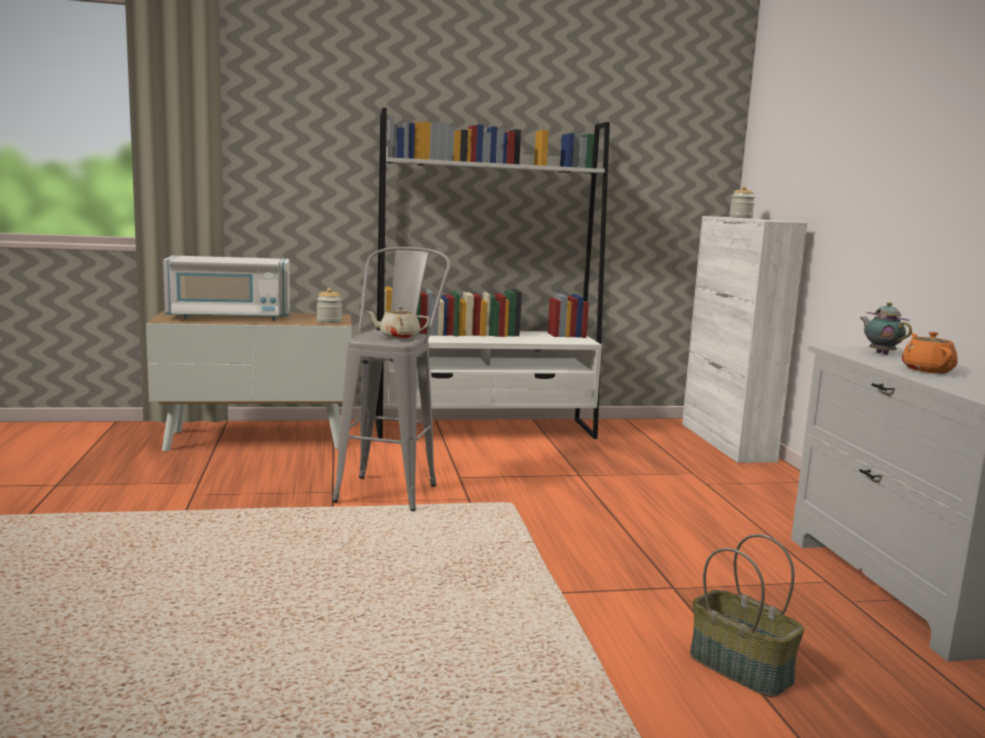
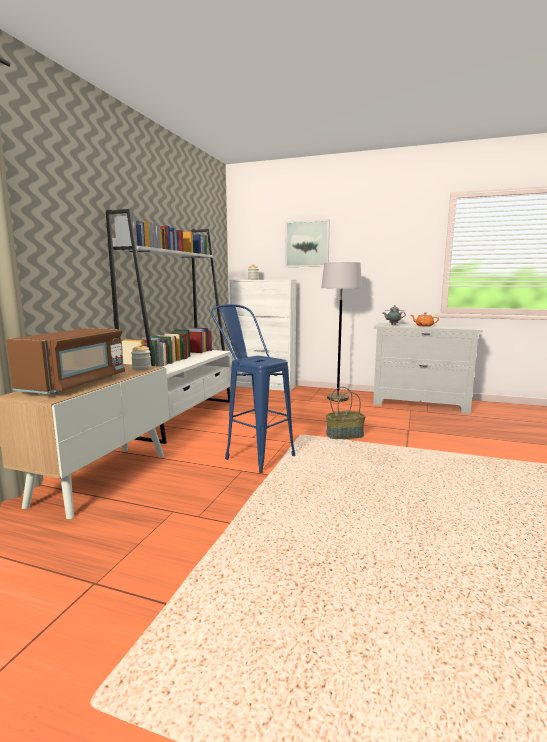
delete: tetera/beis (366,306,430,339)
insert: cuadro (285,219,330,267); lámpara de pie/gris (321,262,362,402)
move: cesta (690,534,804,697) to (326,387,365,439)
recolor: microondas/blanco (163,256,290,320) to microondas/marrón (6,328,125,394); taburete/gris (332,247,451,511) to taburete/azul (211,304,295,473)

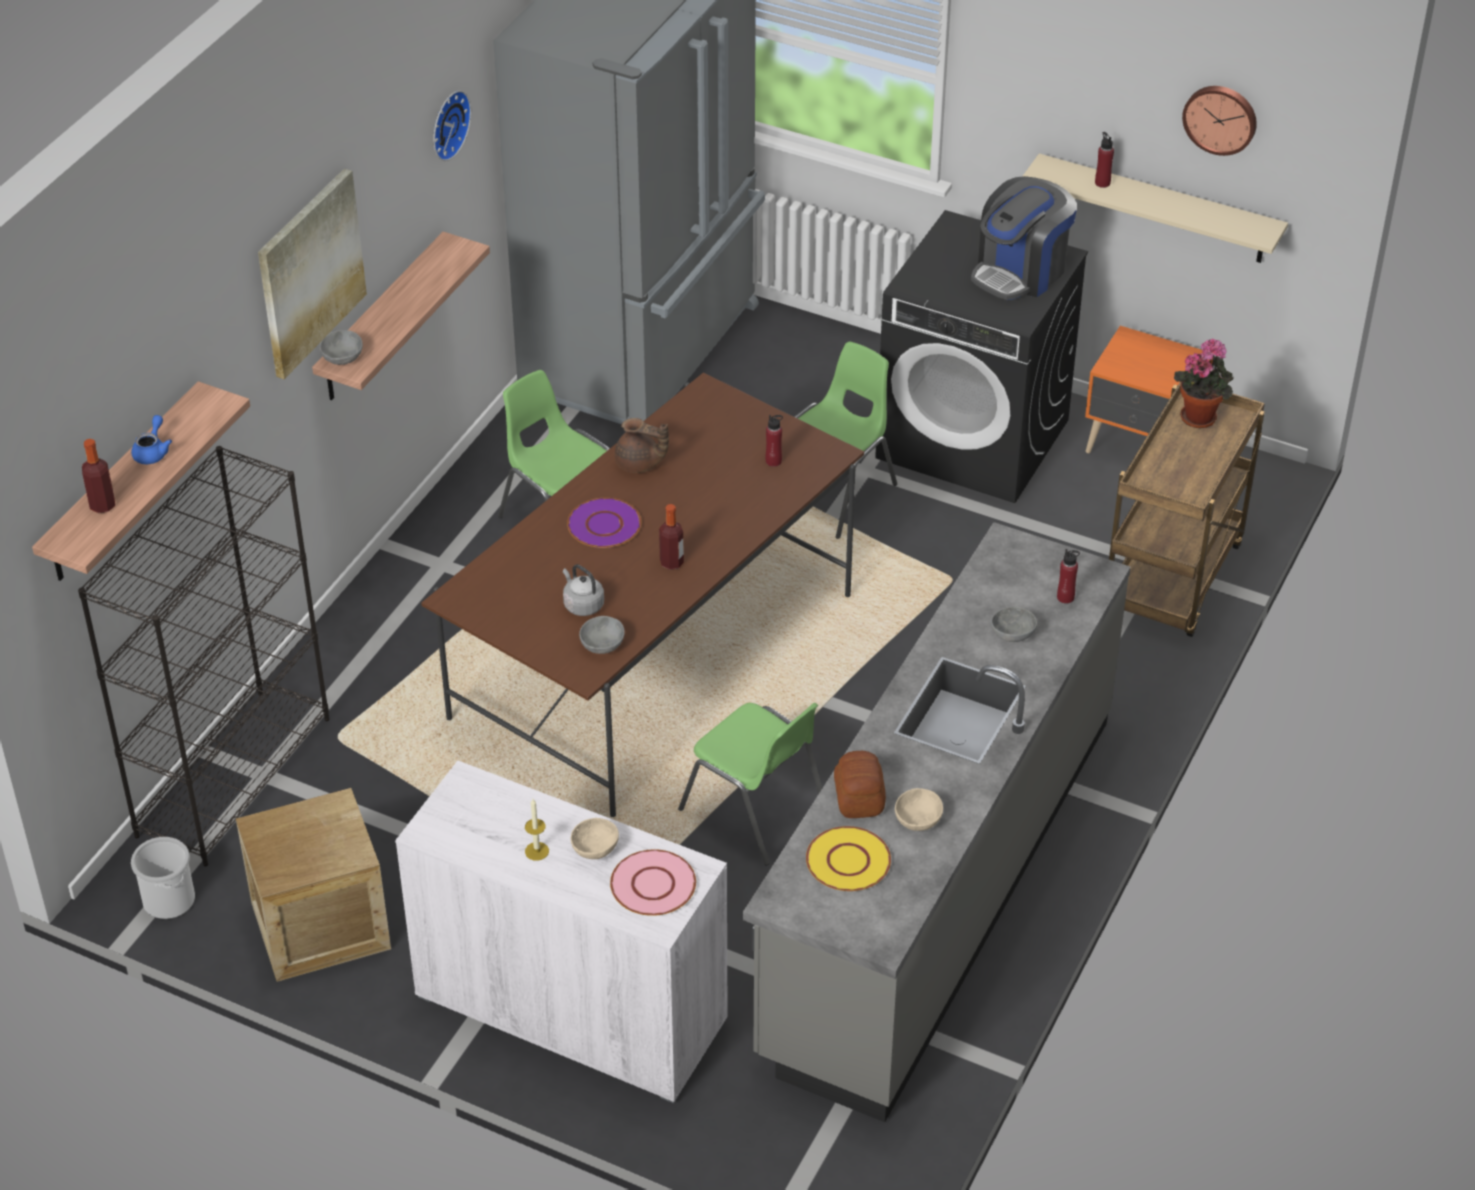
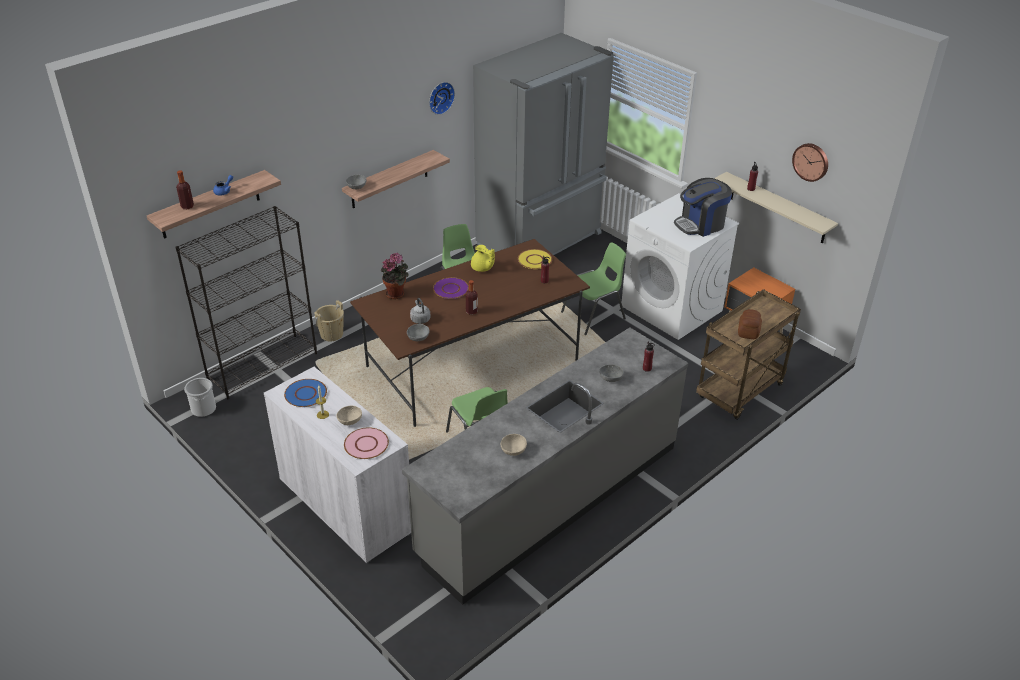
delete: caja de embalaje (236,788,391,982); cuadro (258,169,367,379)
insert: plato/azul (284,379,327,407); cubo/beis (314,300,344,341)
move: plato/amarillo (806,826,891,891) to (518,249,552,269); pan (834,751,886,818) to (738,309,762,339); planta en maceta (1174,338,1234,428) to (381,253,409,299)
recolor: tetera/marrón (615,418,669,473) to tetera/amarillo (471,245,495,272); lavadora/negro (875,210,1088,503) to lavadora/blanco (621,193,739,340)

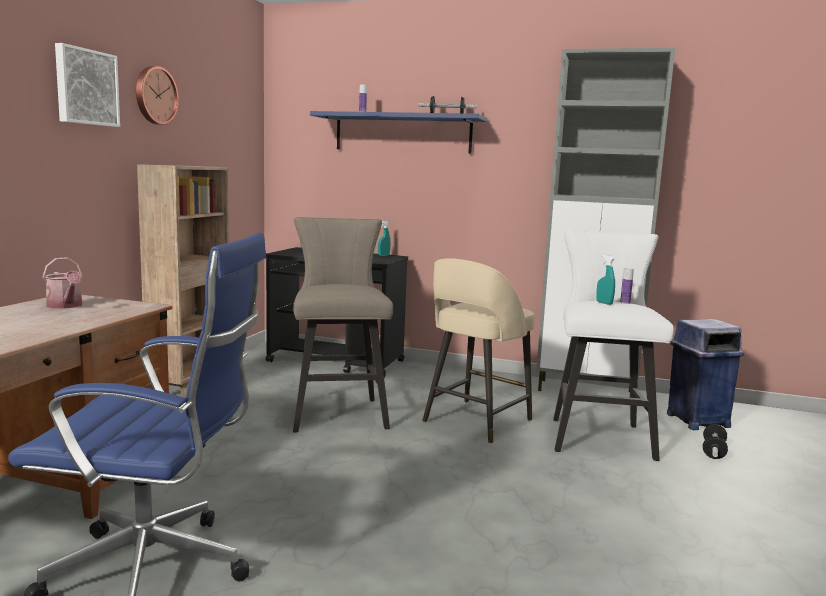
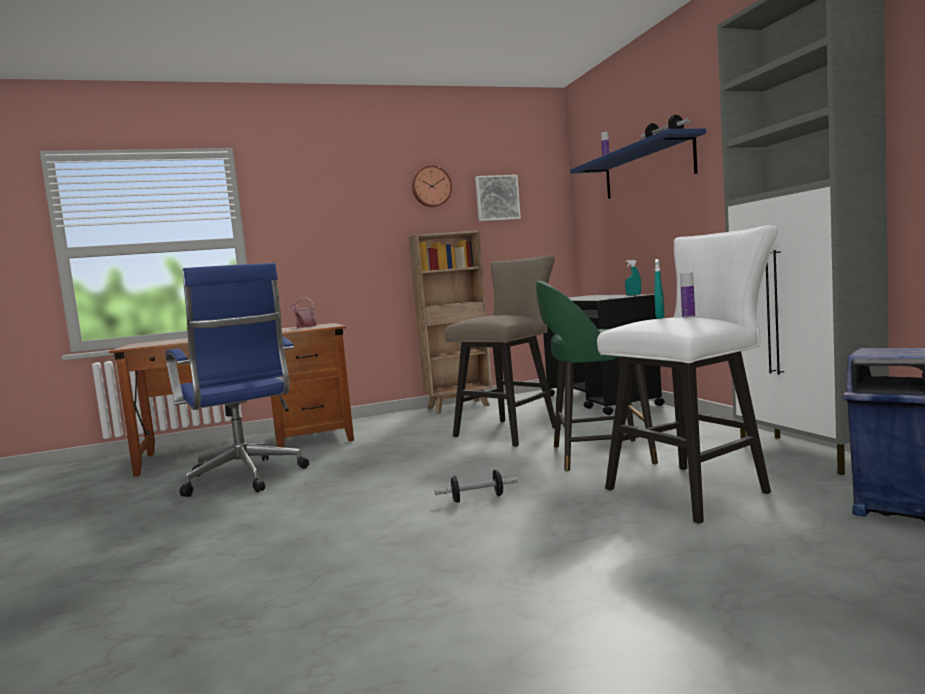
move: cuadro (55,43,120,127) to (475,175,521,221); mancuerna (703,424,728,459) to (435,470,518,503)
recolor: taburete/beis (422,258,535,444) to taburete/verde (536,281,658,471)

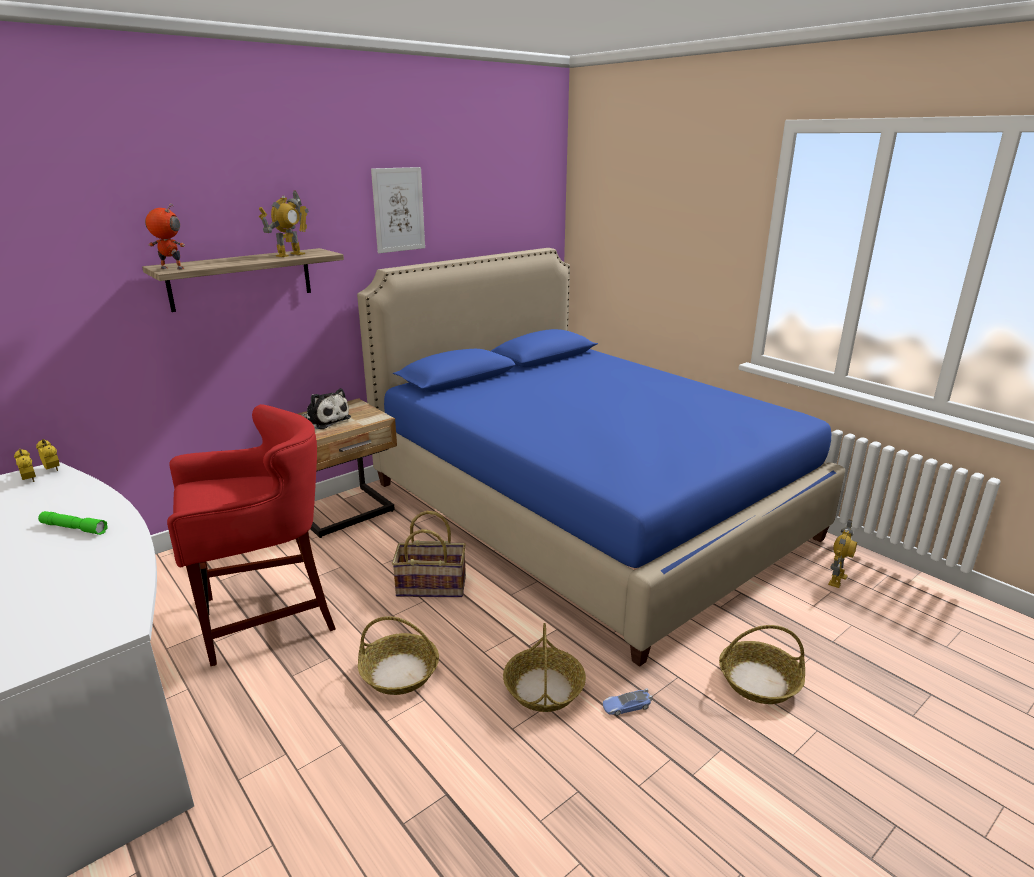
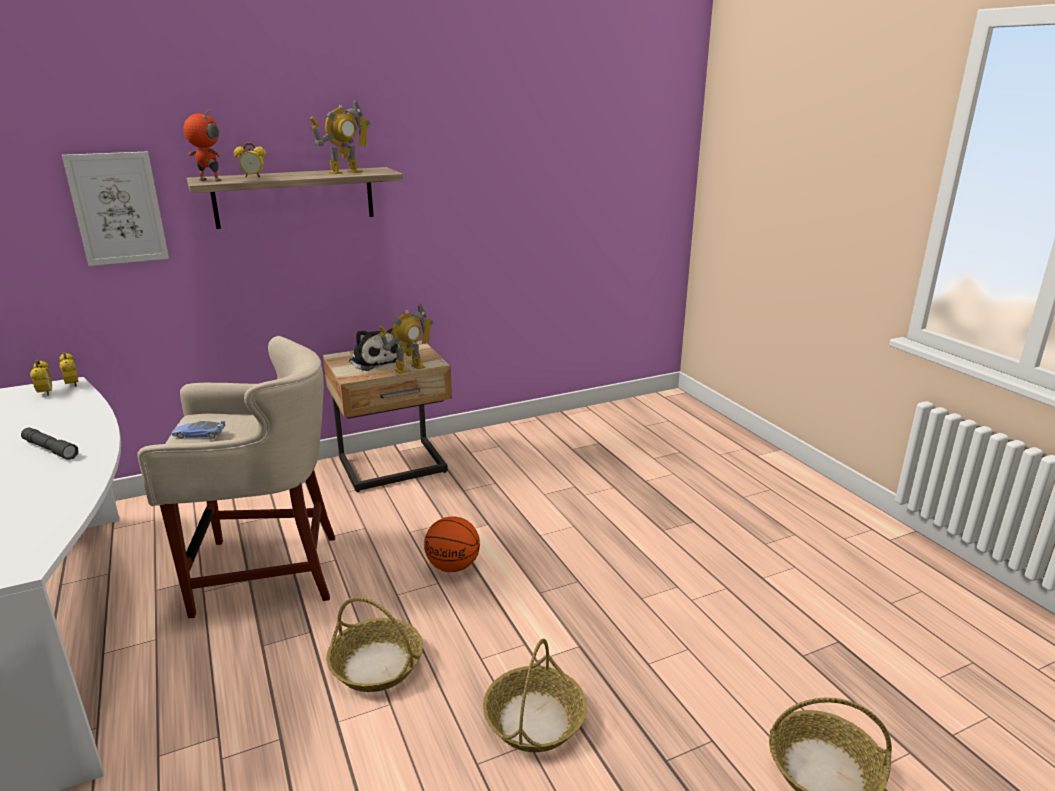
delete: cama/azul (357,248,845,667)
insert: despertador (234,142,266,177)
move: cuadro (371,167,425,253) to (62,151,169,266); coche de juguete (603,688,652,716) to (171,421,226,439); robot de juguete (828,519,857,588) to (378,304,434,374)
replace: cesta (392,511,466,597) to balón de baloncesto (424,517,480,572)
recolor: linterna/verde (38,511,108,535) to linterna/gris (21,428,79,460); taburete/rojo (167,404,336,666) to taburete/beis (137,336,335,618)

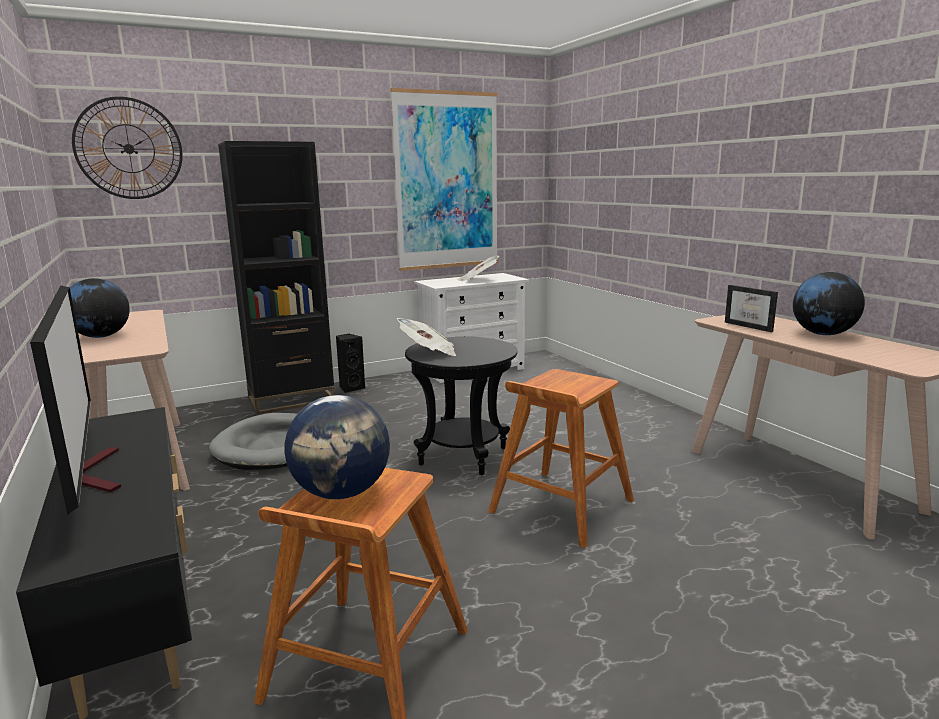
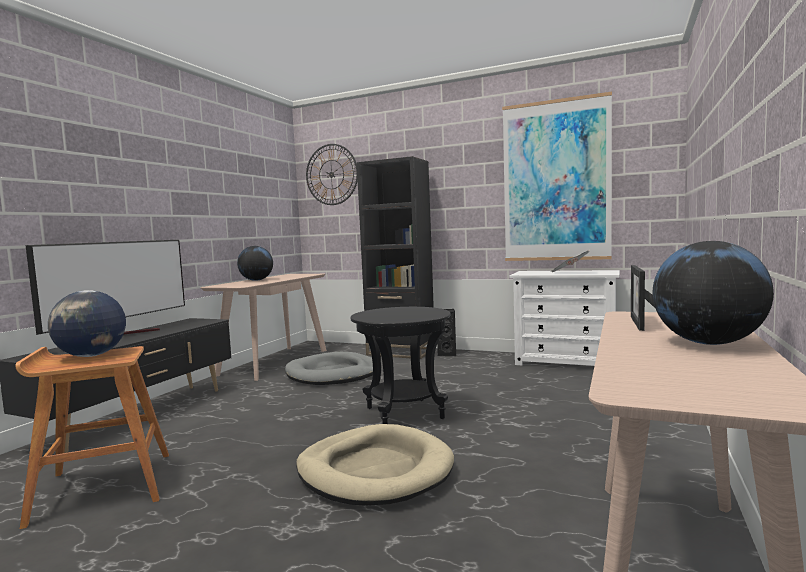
delete: periódico (397,318,456,356)
replace: taburete/marrón (488,369,634,548) to cama para perro/beis (296,424,454,506)

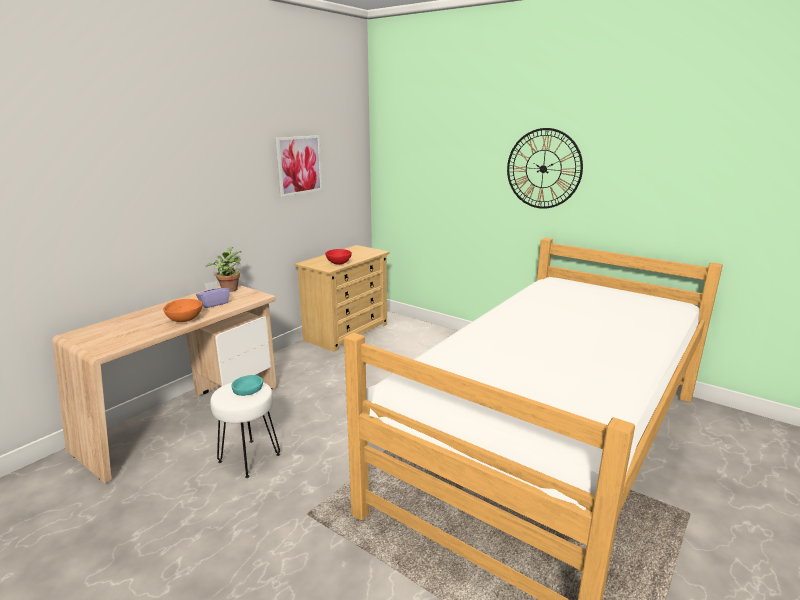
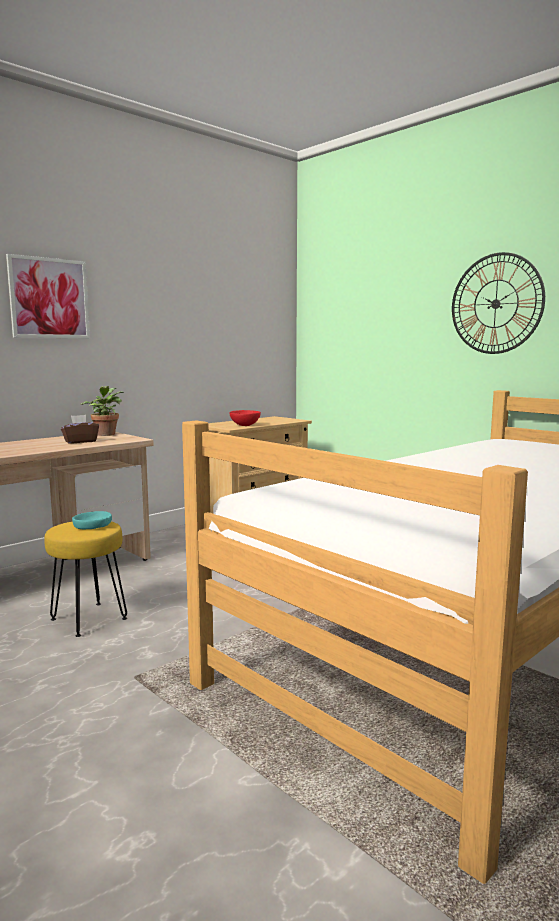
delete: cuenco/naranja (163,299,203,322)
move: cuadro (275,135,322,197) to (6,254,90,338)
recolor: caja de pañuelos/morado (196,281,230,308) to caja de pañuelos/marrón (61,415,99,444); taburete/blanco (210,382,280,478) to taburete/amarillo (44,521,127,637)

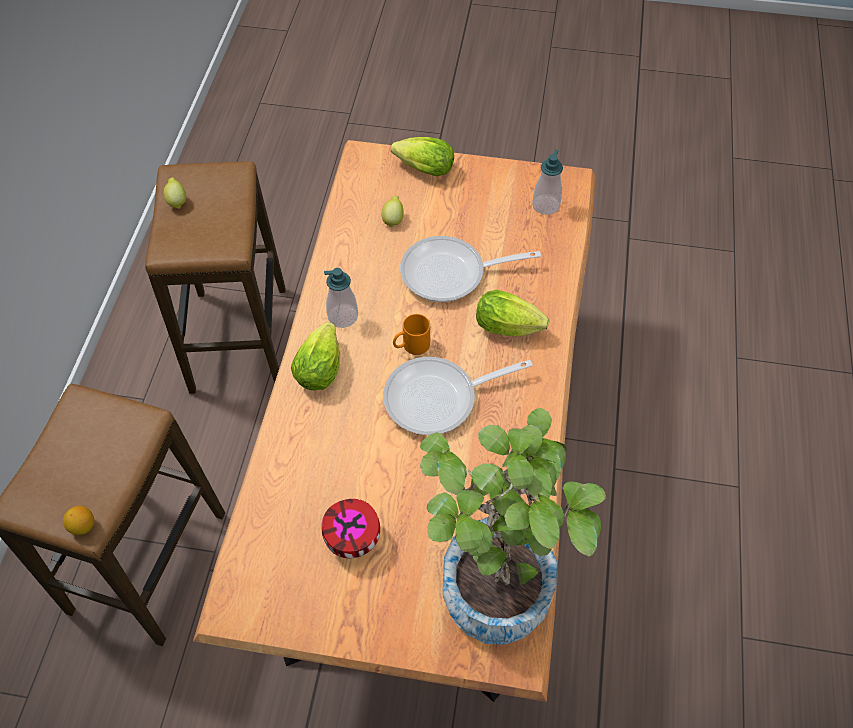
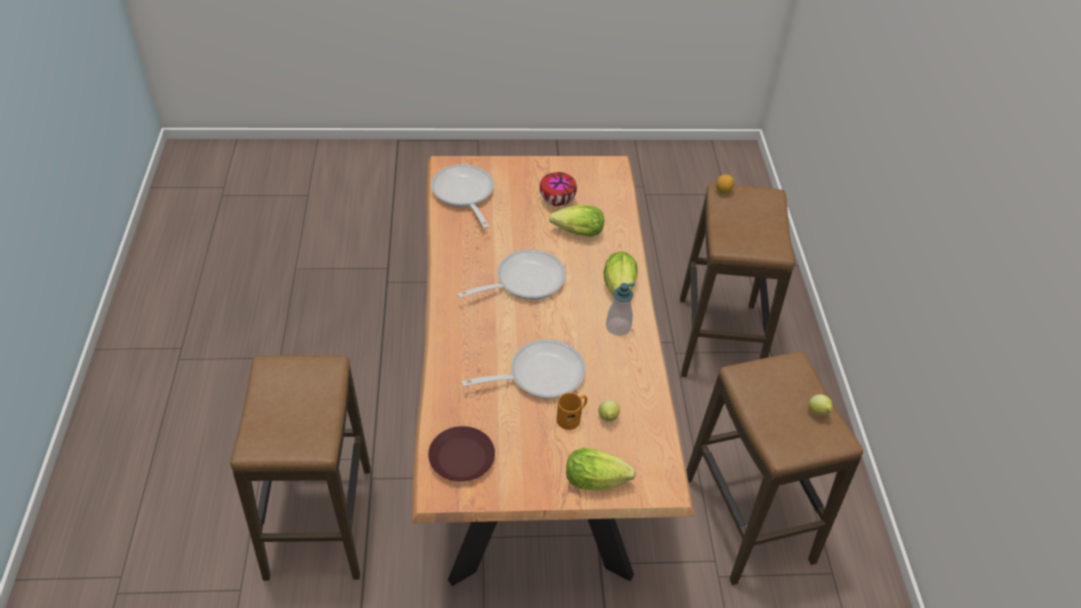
insert: taburete (230,355,371,581)
move: taza grande/naranja (393,314,430,355) to (556,393,587,430); lechuga (476,290,549,336) to (549,205,604,237)
replace: planta en maceta (420,408,606,645) to sartén (431,164,494,229); dispensador de jabón (532,149,563,215) to plato/marrón (428,426,495,482)

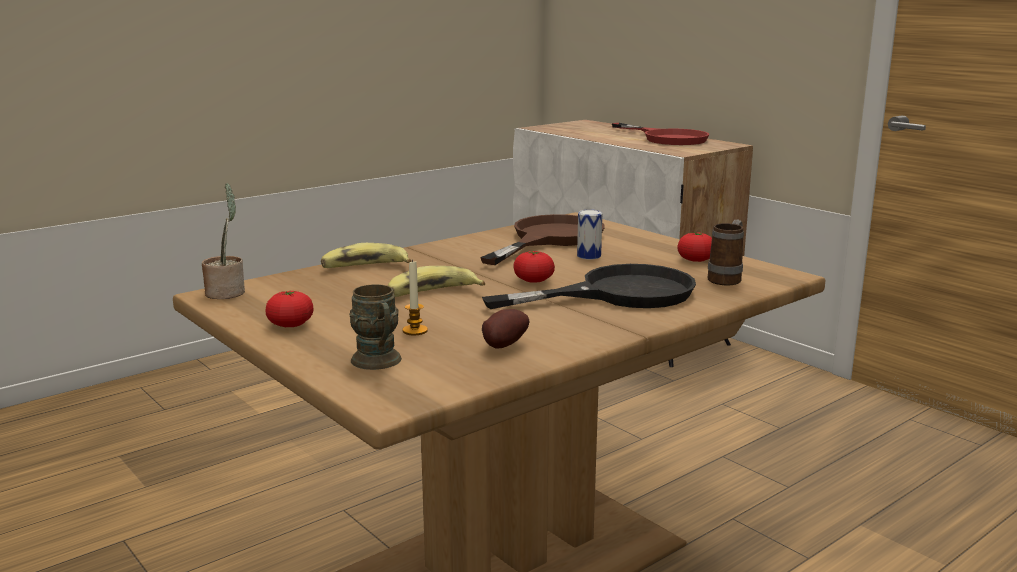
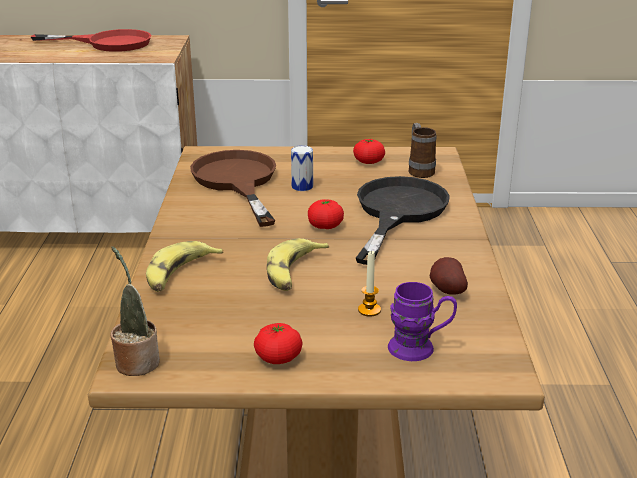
recolor: taza grande/marrón (349,284,402,370) to taza grande/morado (388,282,457,361)

